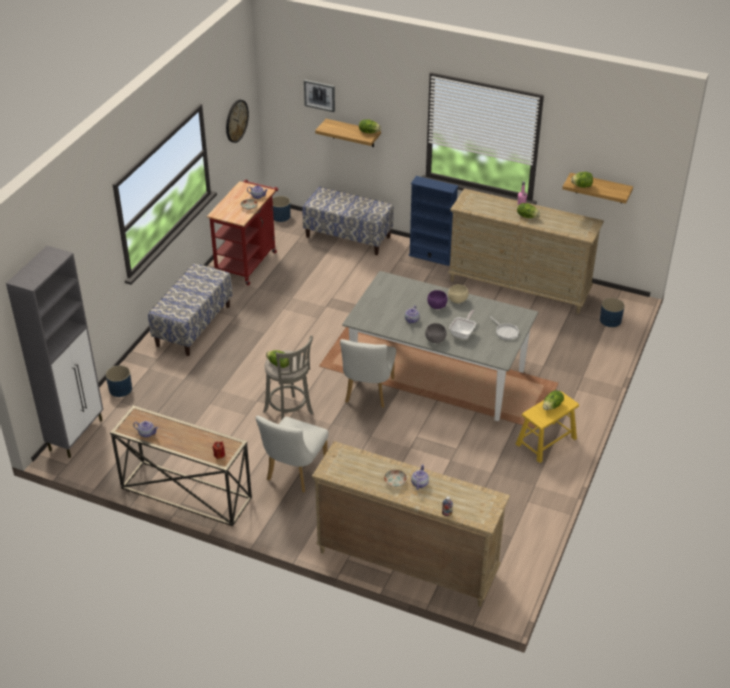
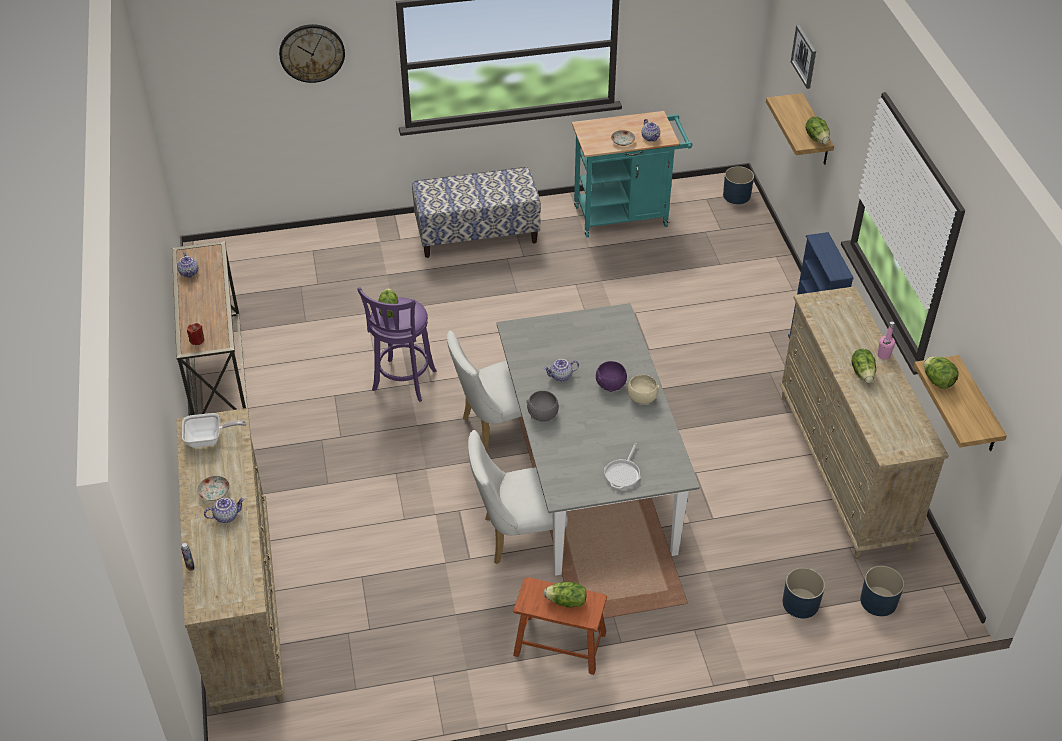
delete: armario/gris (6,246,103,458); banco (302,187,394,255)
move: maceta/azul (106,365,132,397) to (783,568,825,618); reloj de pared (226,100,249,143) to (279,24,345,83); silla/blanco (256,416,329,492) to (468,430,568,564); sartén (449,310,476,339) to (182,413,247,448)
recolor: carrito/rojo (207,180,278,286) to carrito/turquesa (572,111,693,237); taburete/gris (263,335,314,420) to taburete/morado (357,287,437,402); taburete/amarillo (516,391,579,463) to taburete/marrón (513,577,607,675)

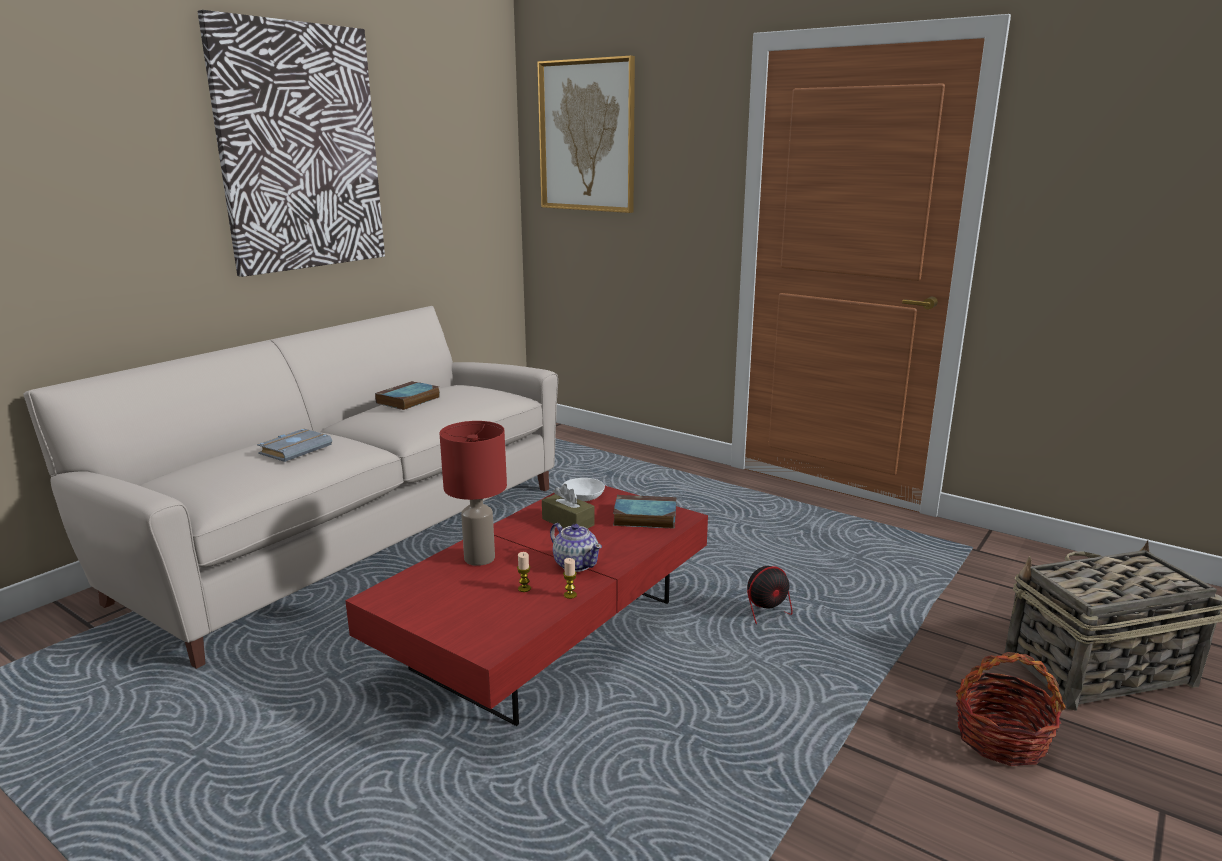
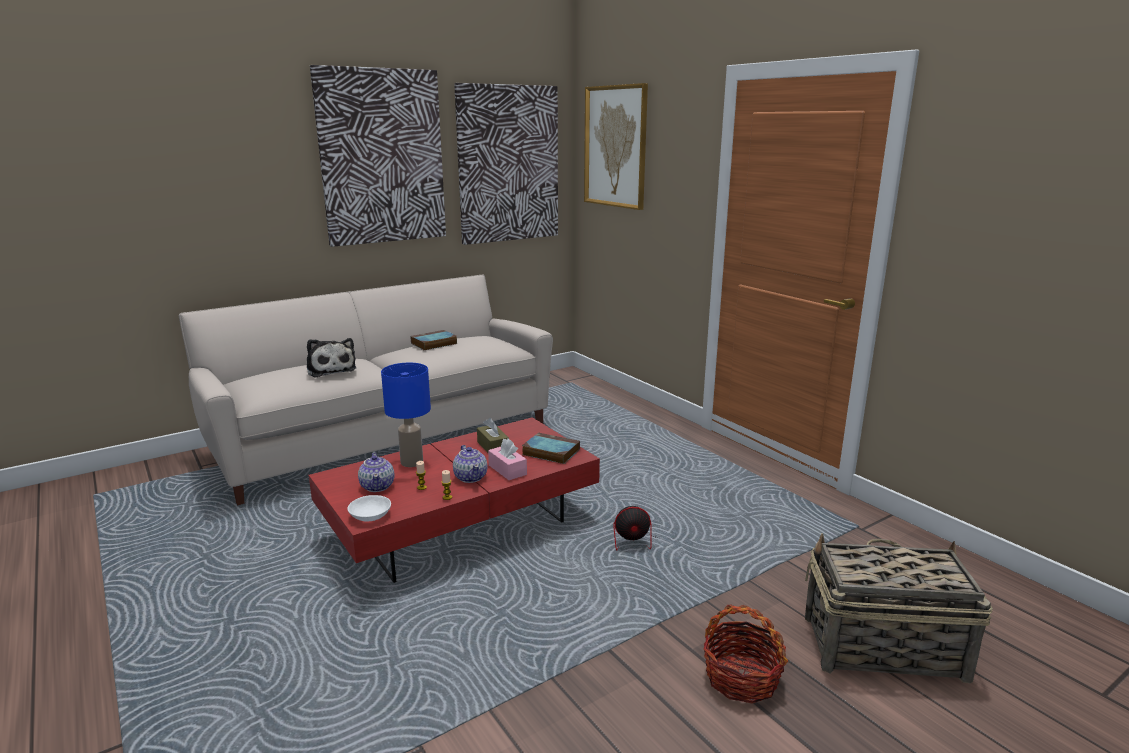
insert: tetera (358,453,395,492); cuadro (454,83,558,245); caja de pañuelos/rosa (488,439,527,480)
move: cuenco/blanco (562,478,605,501) to (347,495,391,522)
replace: libro/gris (257,429,332,462) to peluche (307,338,356,378)
recolor: lámpara de mesa/rojo (440,421,507,566) to lámpara de mesa/azul (381,363,431,467)

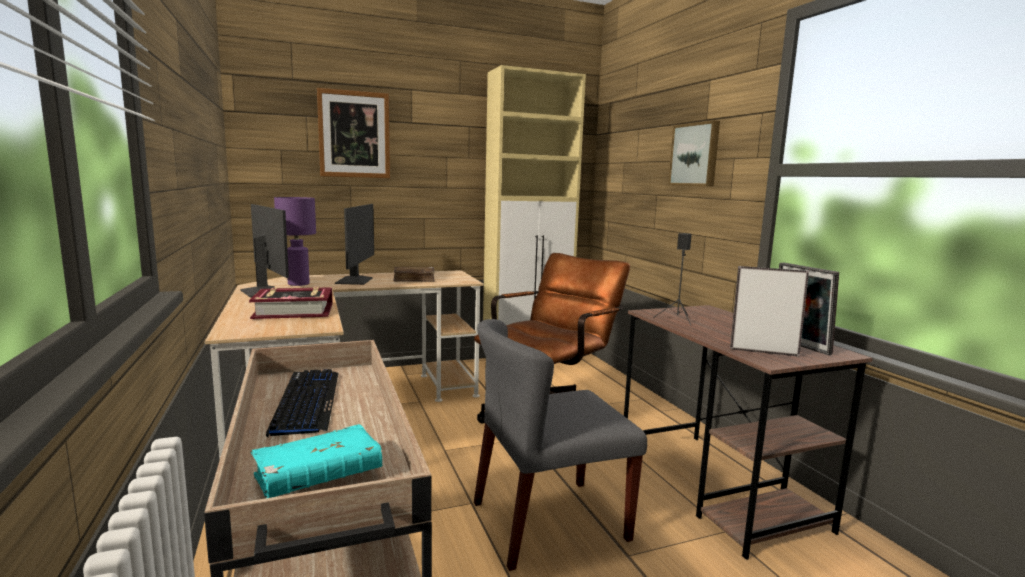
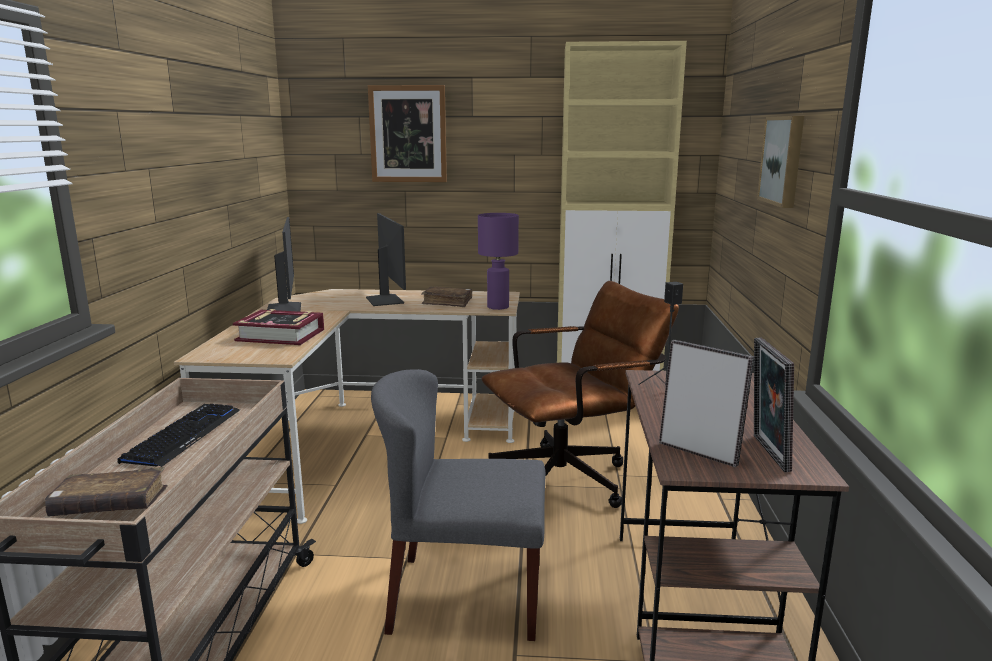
move: lámpara de mesa/morado (274,197,316,286) to (478,213,519,310)
recolor: libro/turquesa (250,424,383,498) to libro/marrón (45,467,168,517)
rotate: monitor (335,204,374,285) = (366,213,406,306) 45 degrees counterclockwise

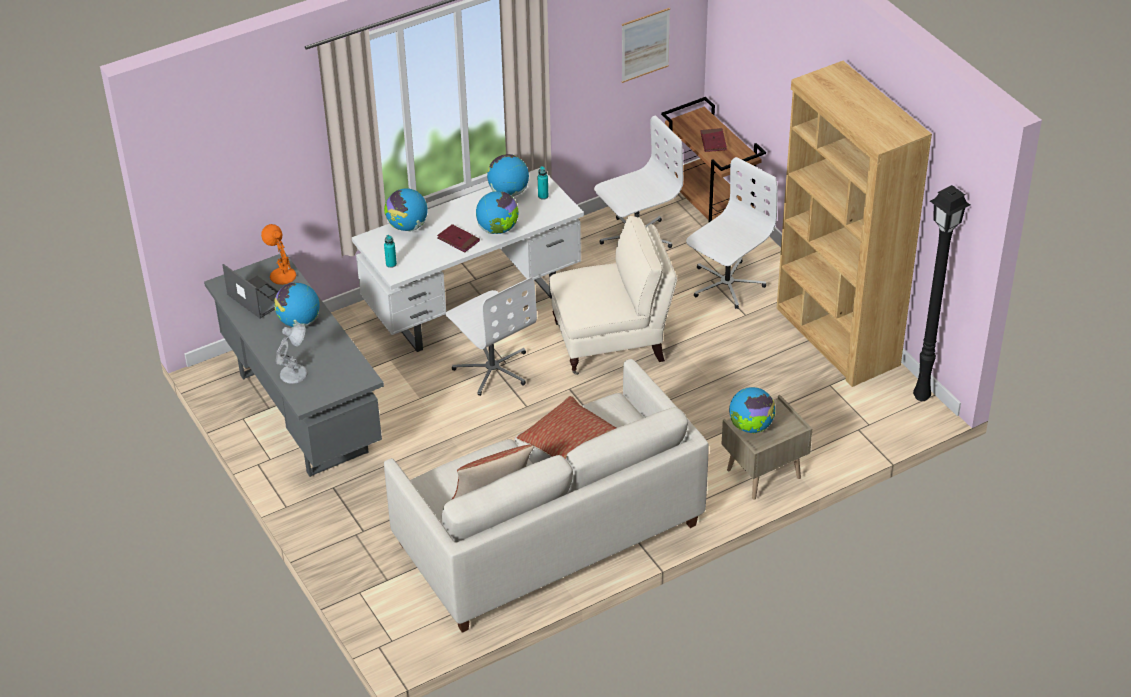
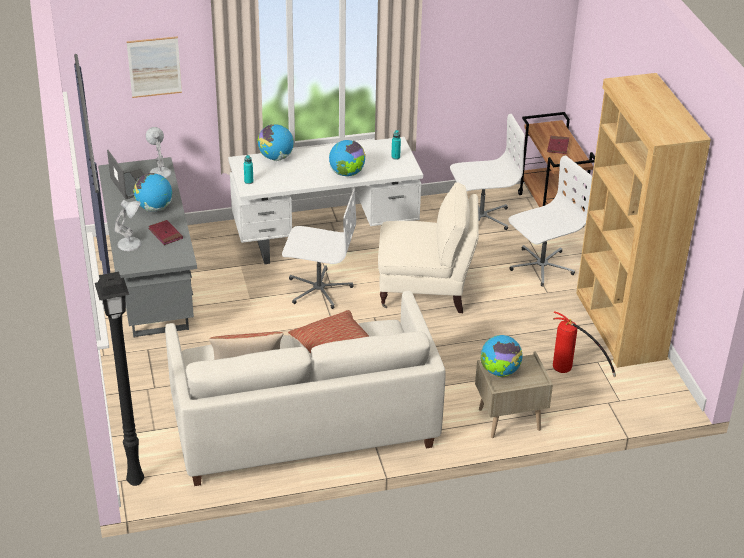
delete: globo terráqueo (487,154,529,197)
insert: extintor (553,311,616,377)
move: libro/rojo (437,224,480,253) to (148,220,183,245); cuadro (622,8,670,83) to (126,36,182,98); lámpara de pie/negro (913,185,970,401) to (95,272,144,486)
recolor: lámpara de mesa/naranja (261,224,296,285) to lámpara de mesa/blanco (146,127,172,178)
rotate: silla de oficina/blanco (446,277,537,396) = (282,187,356,309) 60 degrees counterclockwise

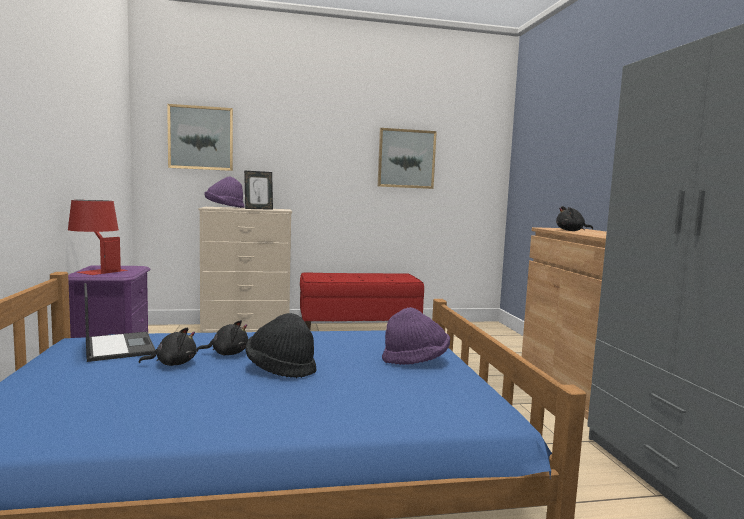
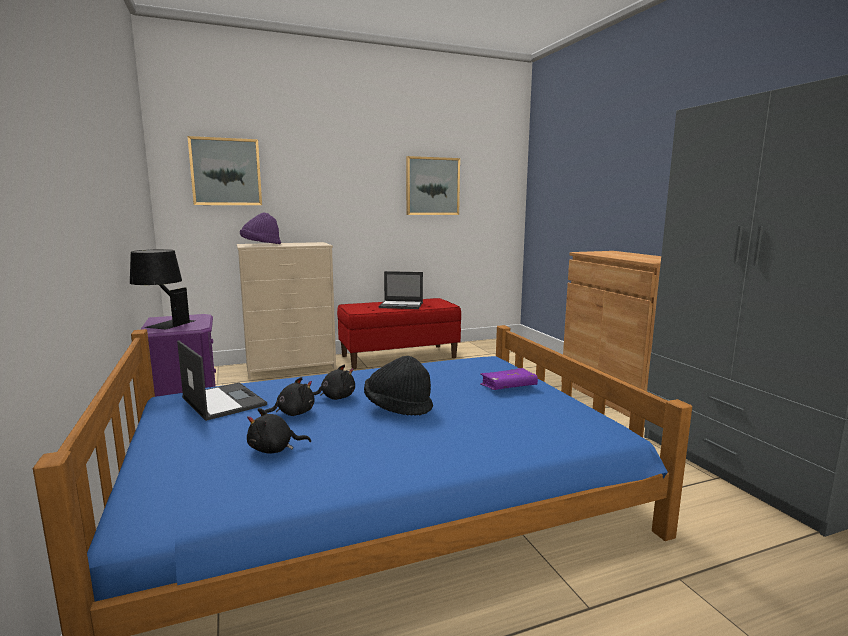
delete: portarretratos (244,171,273,210)
insert: portátil (378,271,423,309)
move: peluche/negro (556,206,593,231) to (247,408,311,454)
replace: sombrero/morado (382,307,450,365) to libro/morado (480,368,538,390)
recolor: lámpara de mesa/rojo (68,200,128,275) to lámpara de mesa/negro (130,249,196,330)

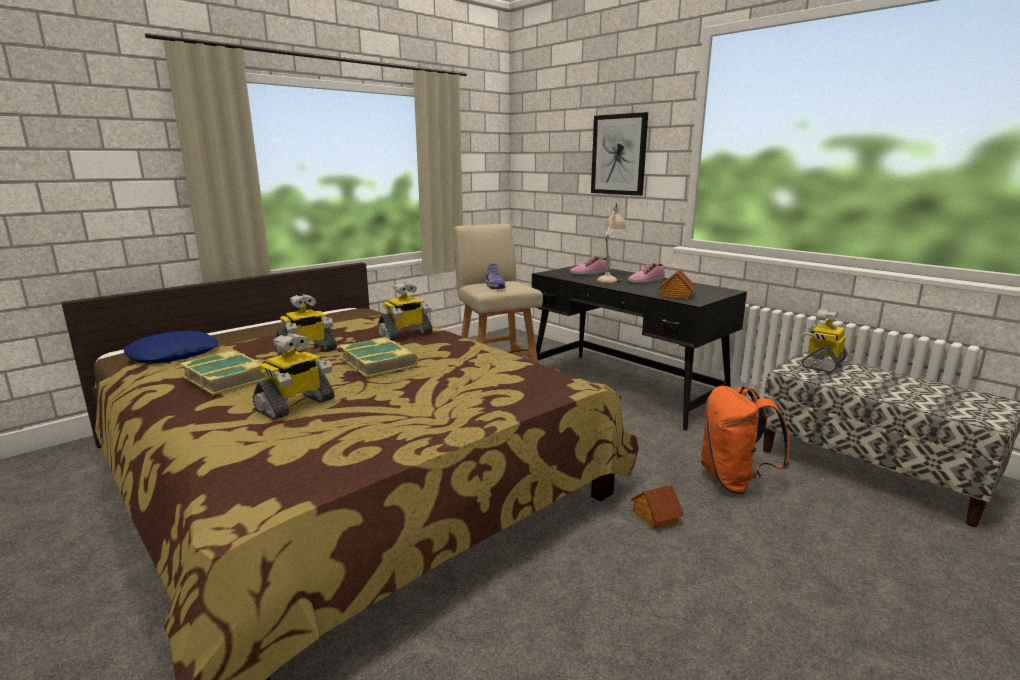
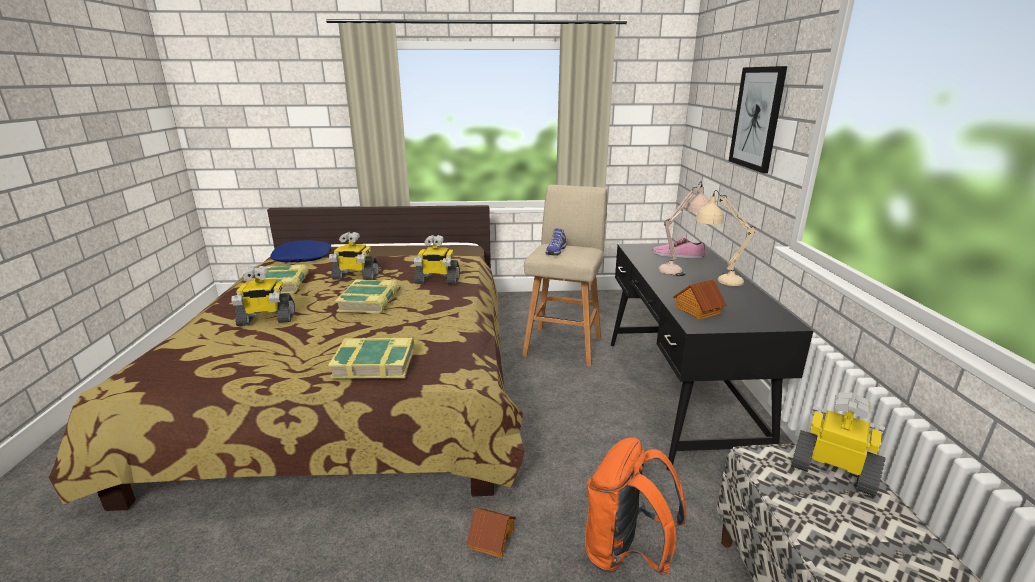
insert: libro (328,337,414,379)
replace: zapato (628,263,665,283) to lámpara de mesa/beis (695,190,756,286)
rotate: robot de juguete (800,309,848,373) = (791,392,886,496) 45 degrees clockwise

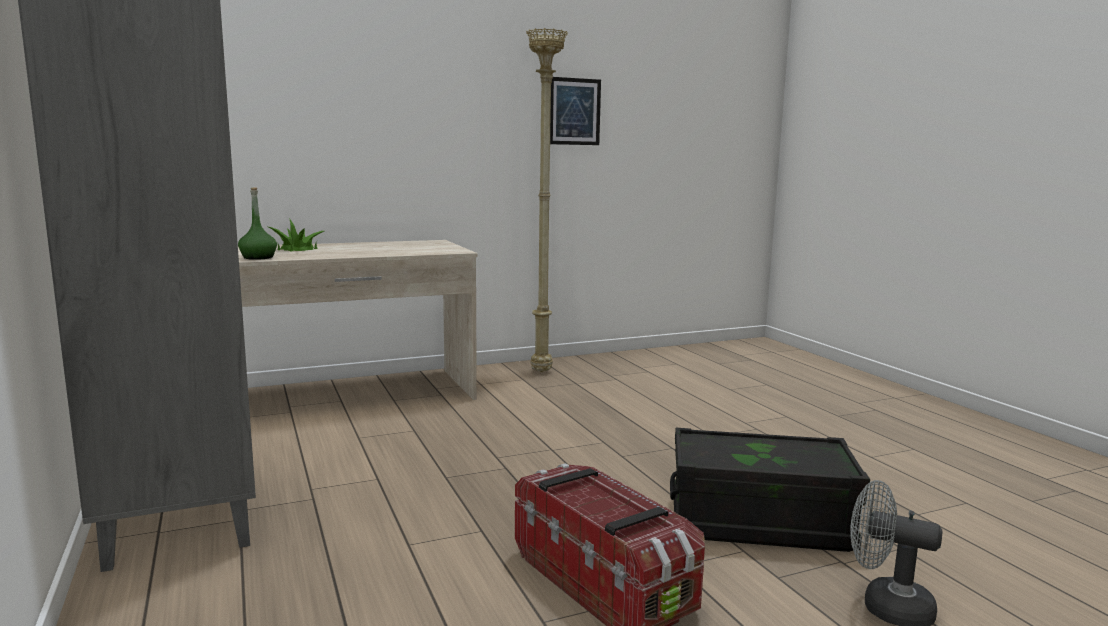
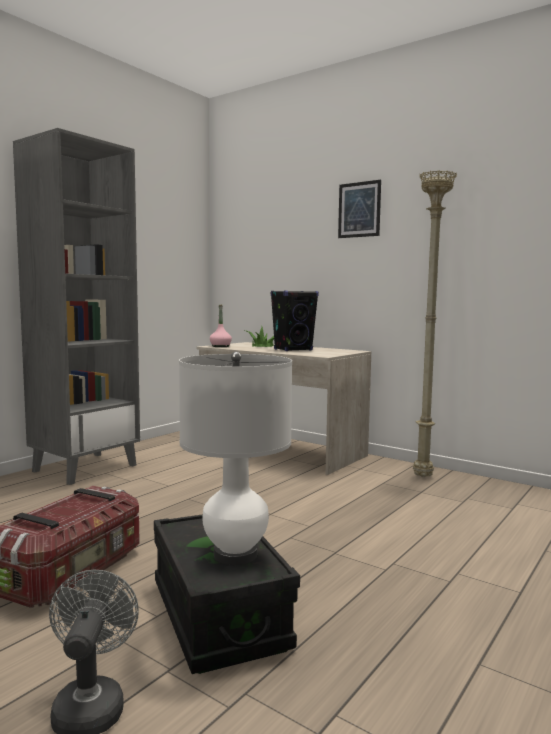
insert: lámpara de mesa/blanco (179,352,292,565); altavoz/negro (271,290,319,351)
move: cuadro (550,77,601,145) to (338,180,381,238)
recolor: botella/verde (238,187,277,260) to botella/rosa (210,304,232,347)

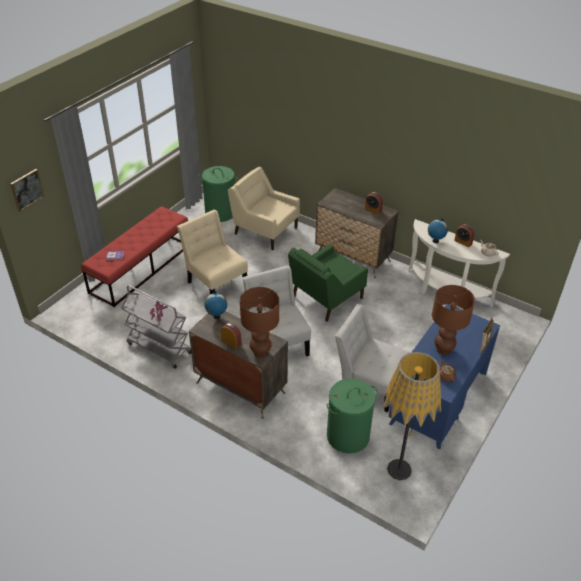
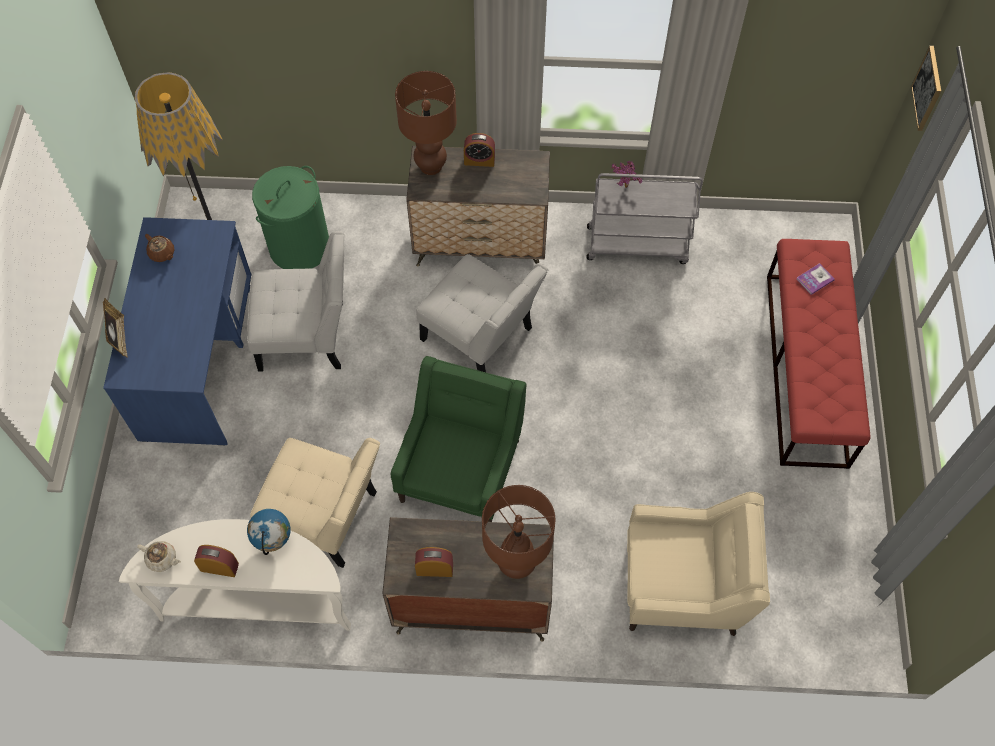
delete: cesto de la ropa/verde (199,166,238,222); globo terráqueo (205,291,227,319)
move: silla/beis (177,210,248,295) to (250,438,380,568); lámpara de mesa/marrón (432,285,475,355) to (482,485,556,579)

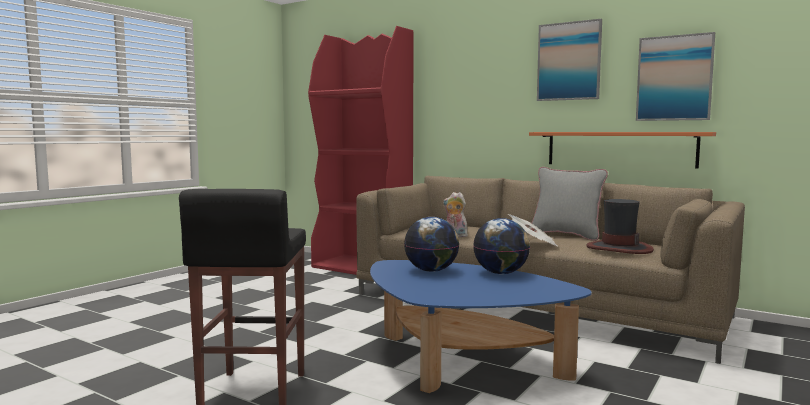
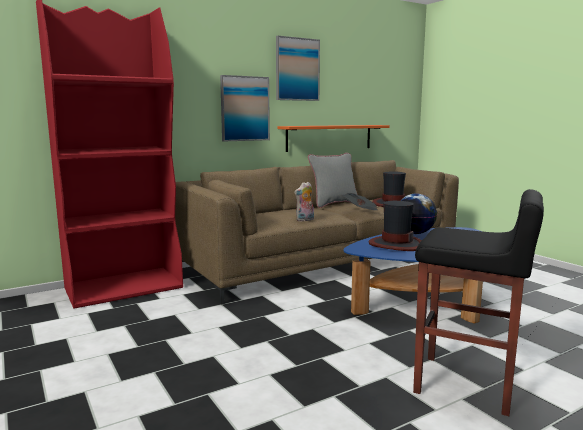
move: cuadro (636,32,715,121) to (220,75,270,141)
replace: globo terráqueo (404,217,459,272) to sombrero (369,201,422,251)

